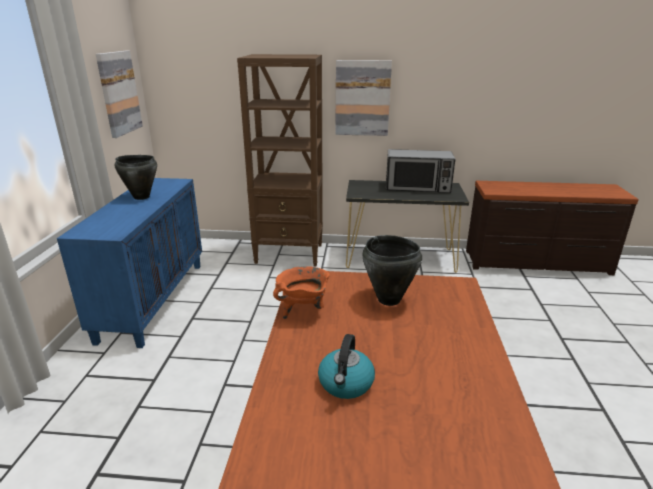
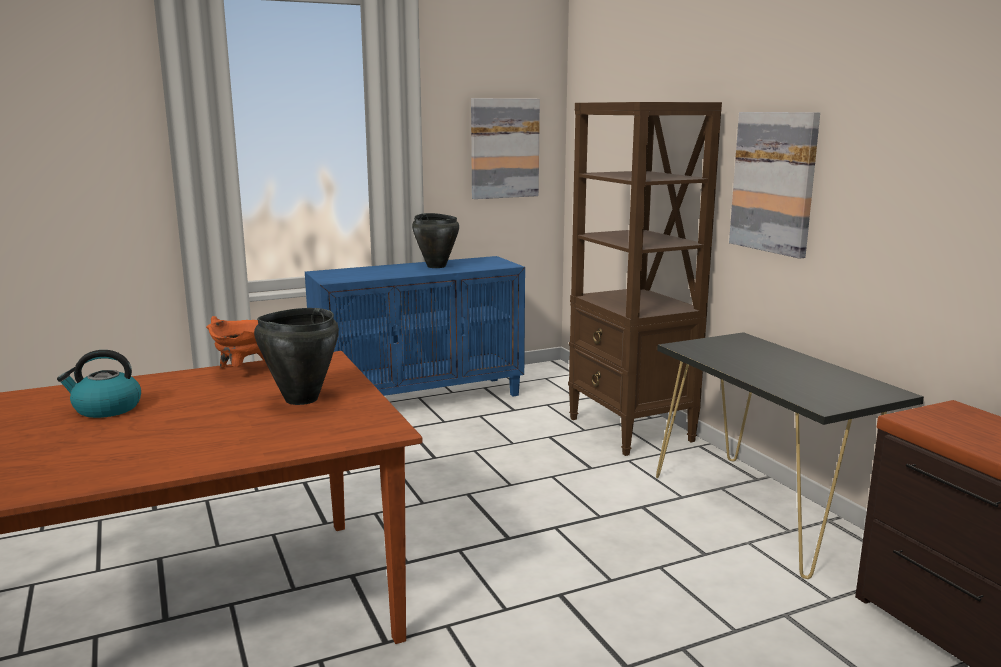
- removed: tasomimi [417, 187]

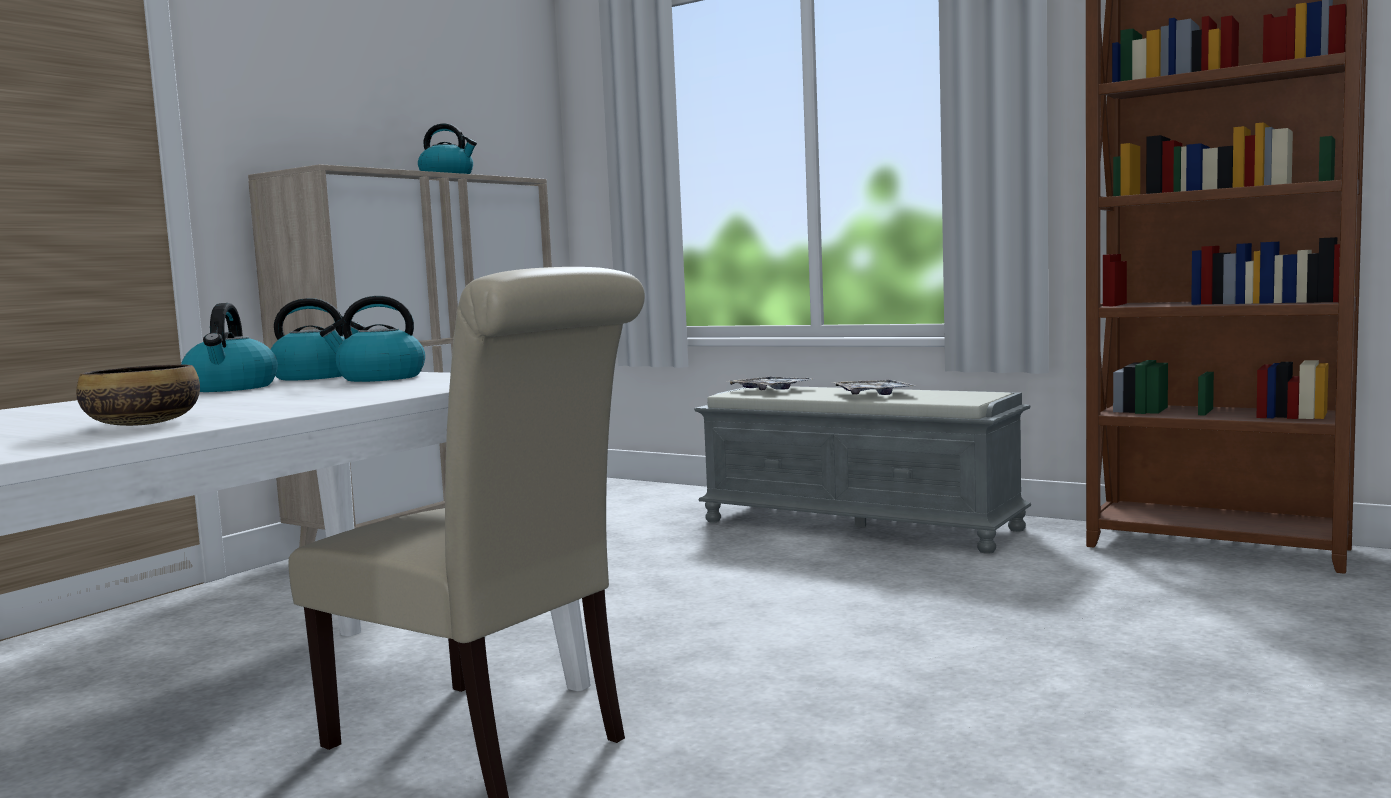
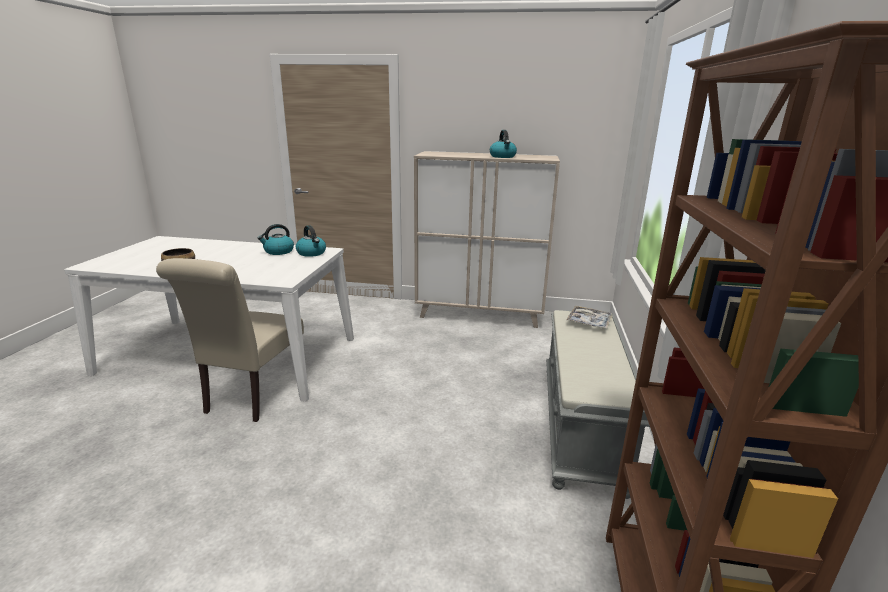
- removed: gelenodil [380, 378]
- removed: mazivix [872, 394]

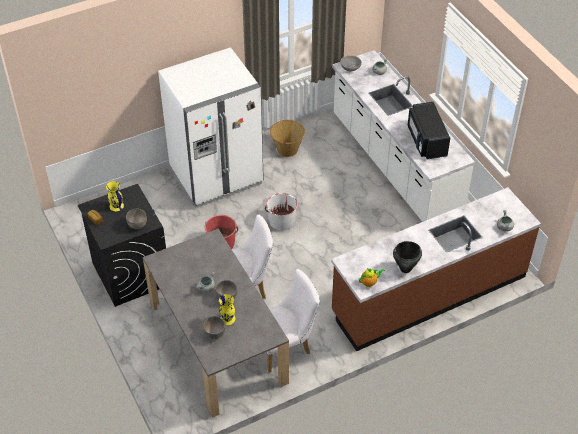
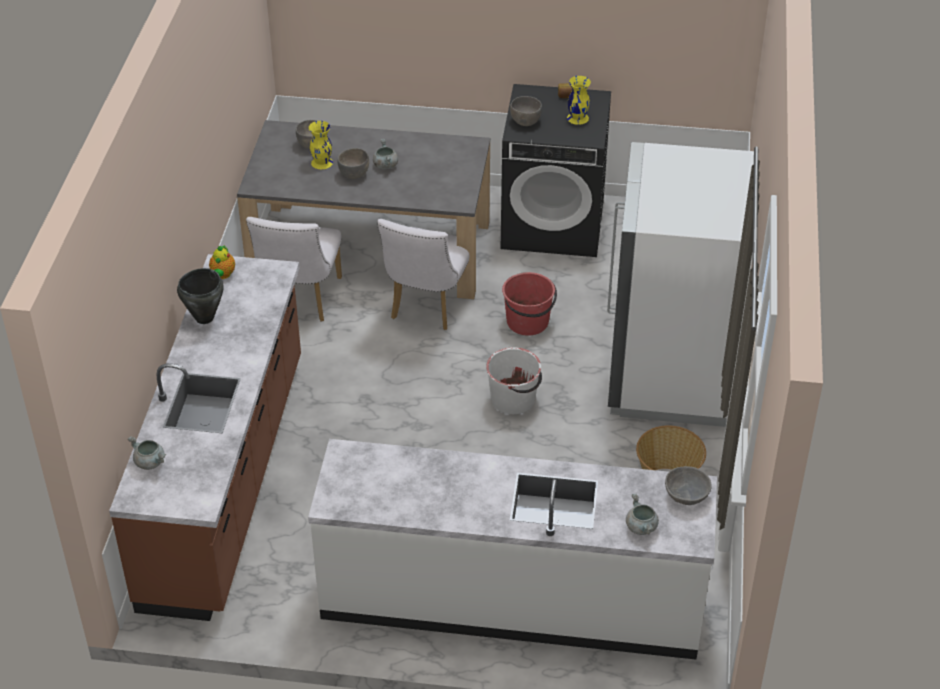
- removed: black_tasomimi [426, 141]

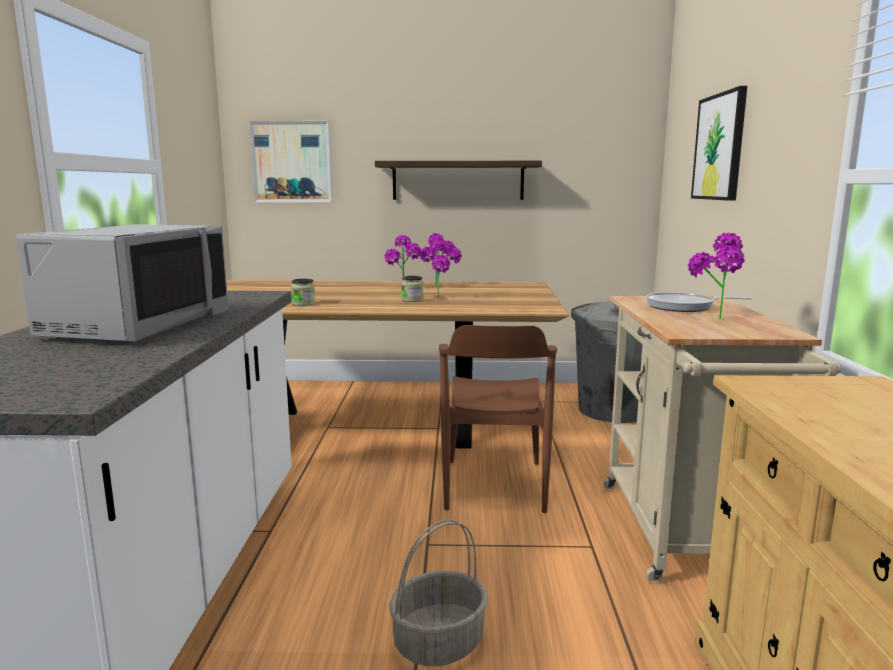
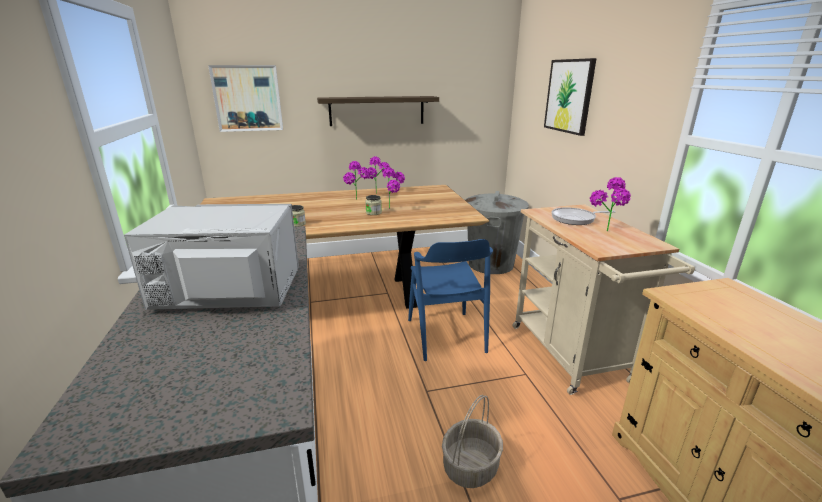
- recoloured: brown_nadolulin [494, 485] to blue_nadolulin [446, 335]
- turned: grey_tasomimi [137, 326] = [228, 291] 90 degrees counterclockwise

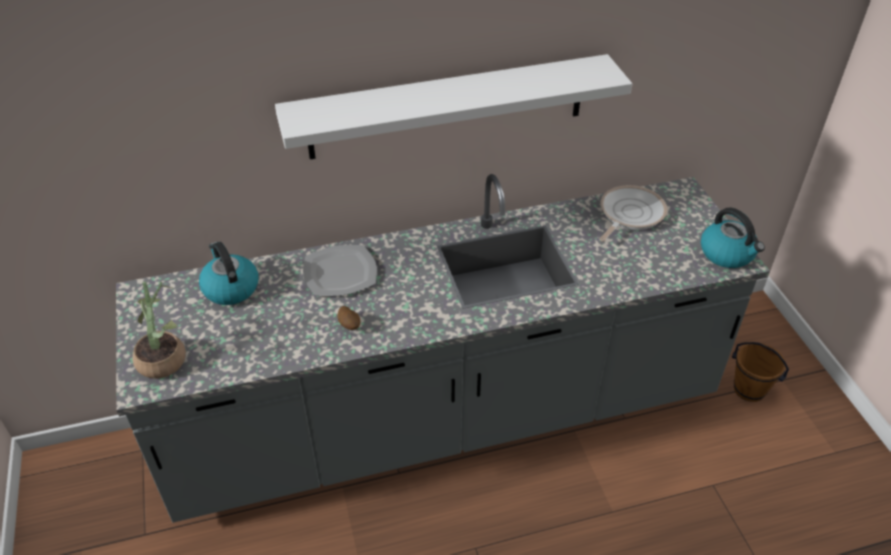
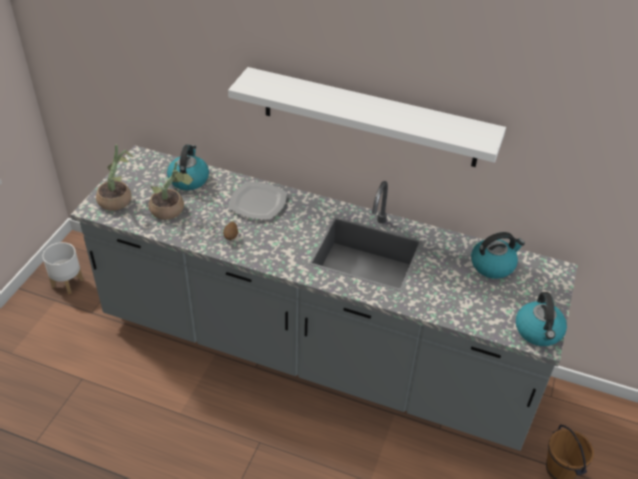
- added: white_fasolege [68, 282]
- added: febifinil [171, 210]
- replaced: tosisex [629, 214] to gelenodil [493, 265]

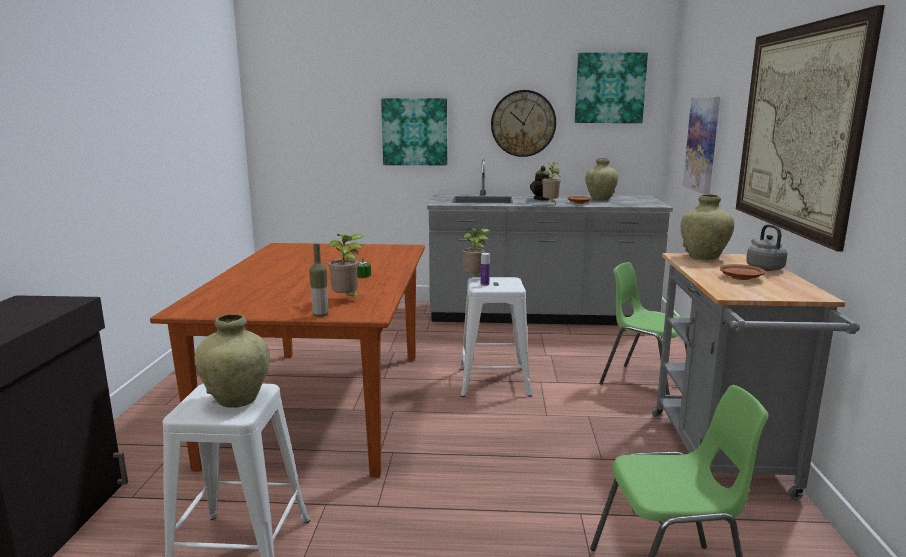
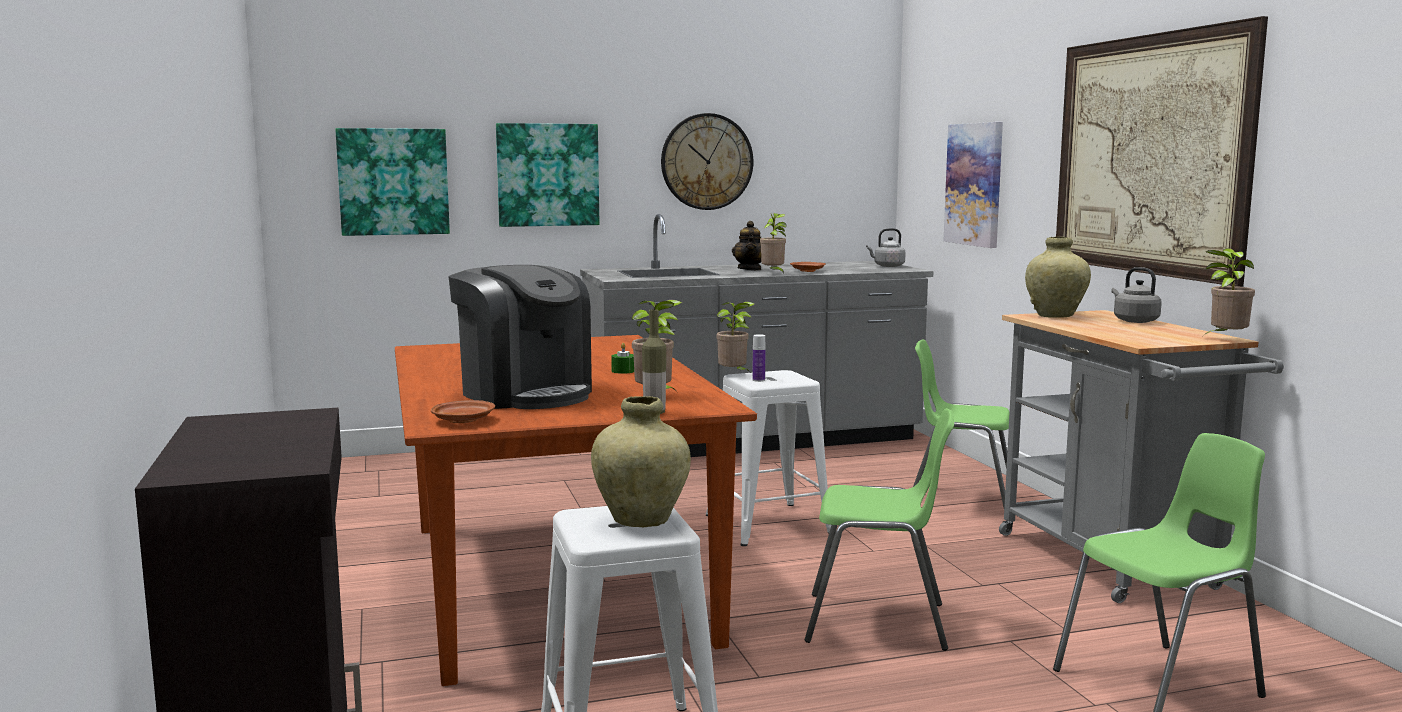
- removed: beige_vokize [600, 199]
- added: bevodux [525, 394]
- added: green_nadolulin [878, 623]
- added: grey_gelenodil [887, 266]
- added: febifinil [1225, 340]
- moved: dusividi [610, 88] to [393, 182]
- moved: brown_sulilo [741, 278] to [463, 420]

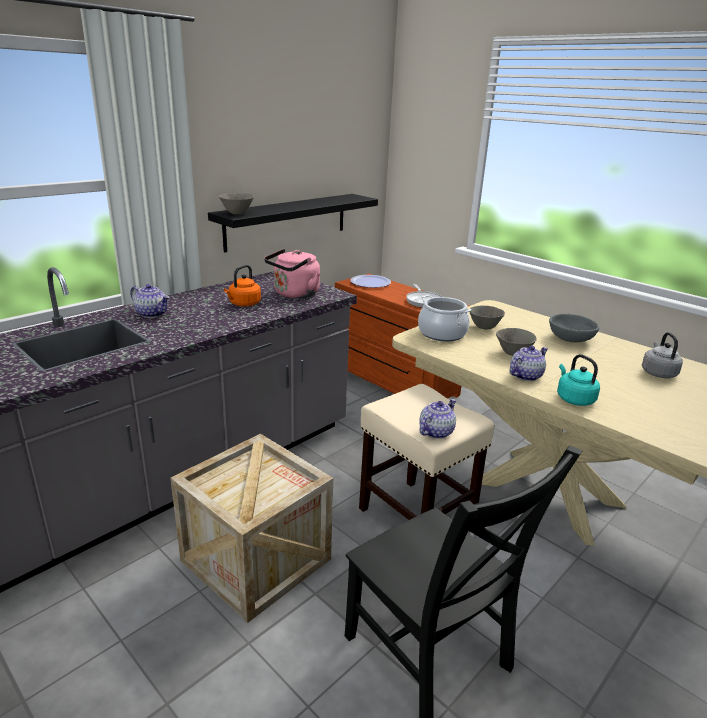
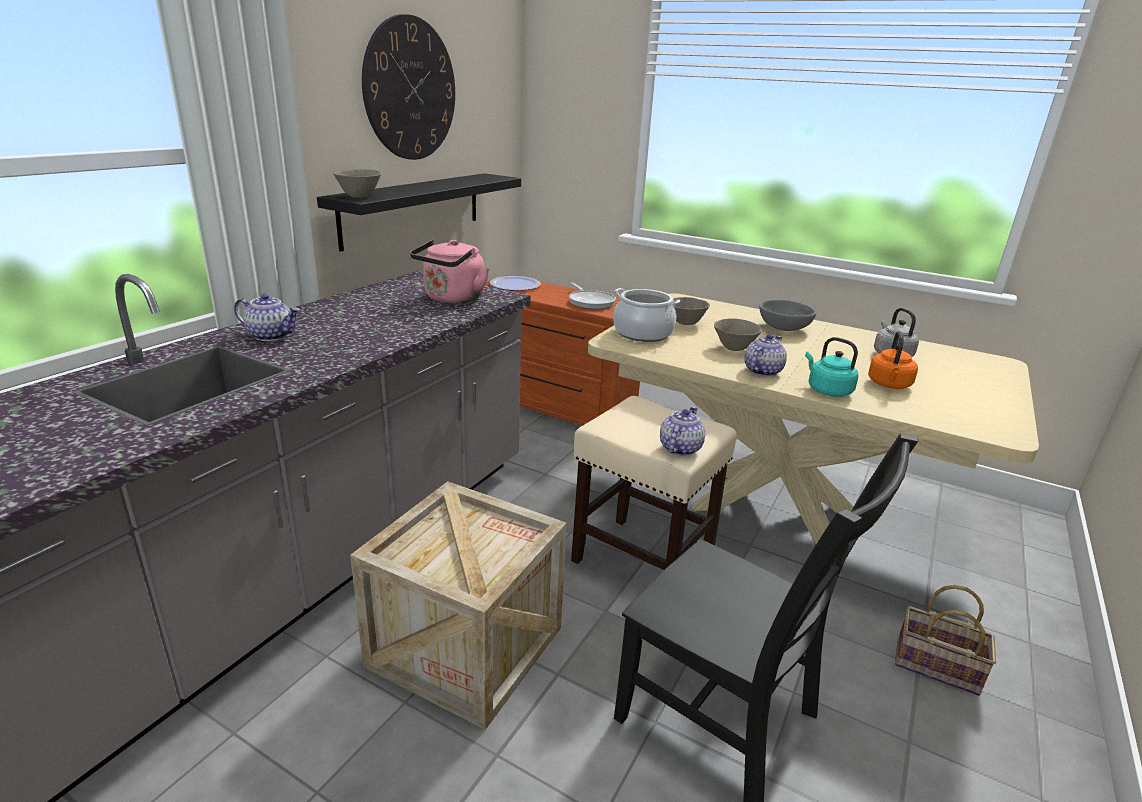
- added: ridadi [410, 89]
- added: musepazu [934, 667]
- moved: orange_gelenodil [243, 304] to [889, 385]

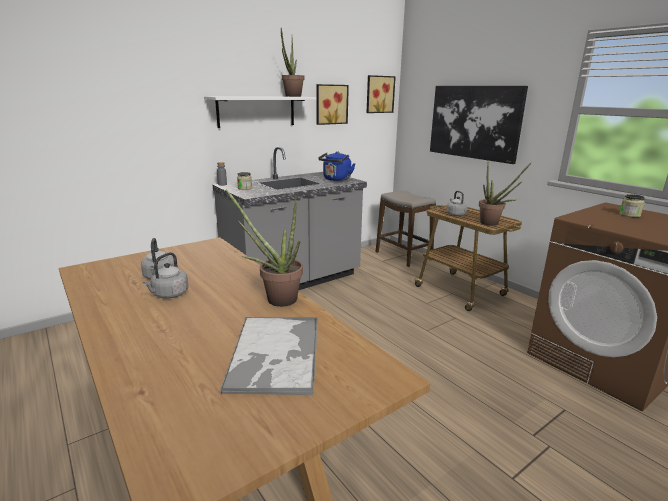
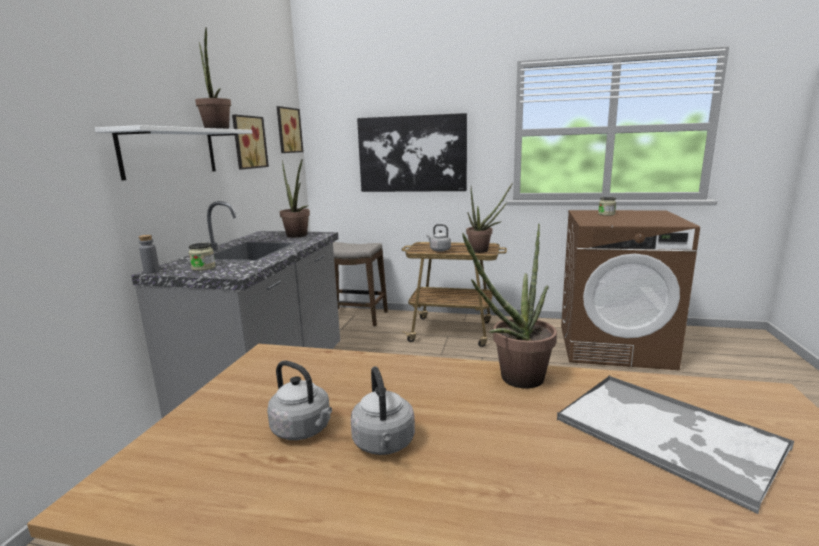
- replaced: blue_gelenodil [336, 179] to febifinil [298, 236]

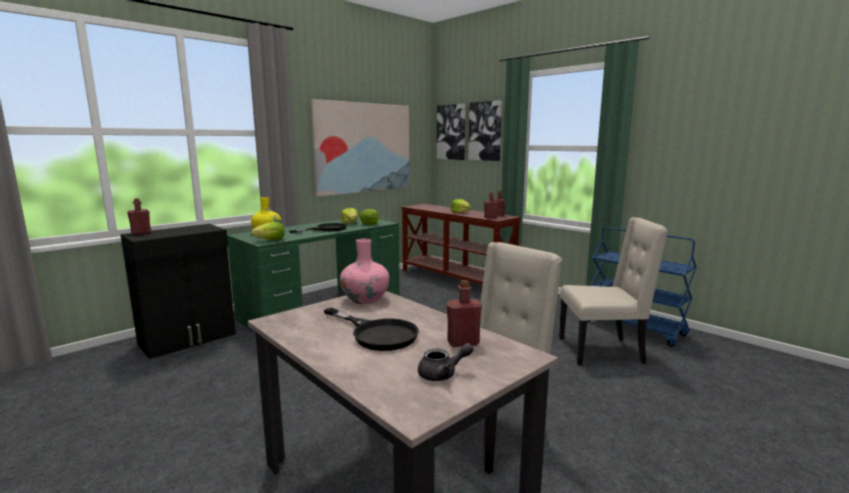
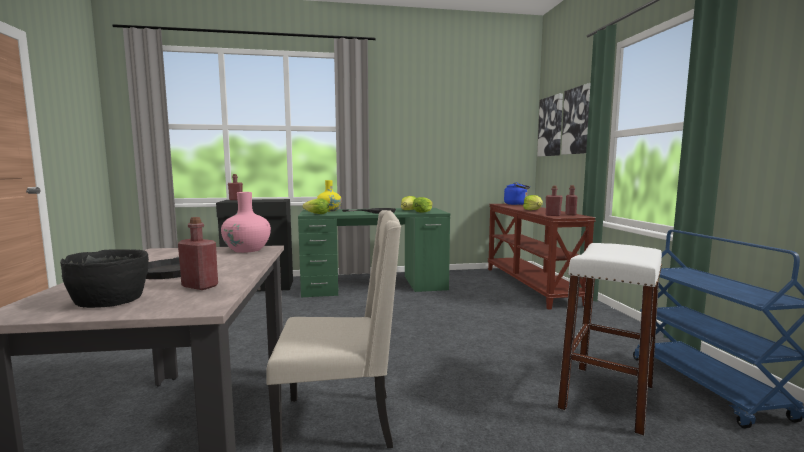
- removed: dusividi [364, 148]
- added: blue_gelenodil [517, 204]
- replaced: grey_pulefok [443, 374] to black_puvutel [111, 299]
- replaced: beige_nadolulin [602, 351] to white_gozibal [607, 397]

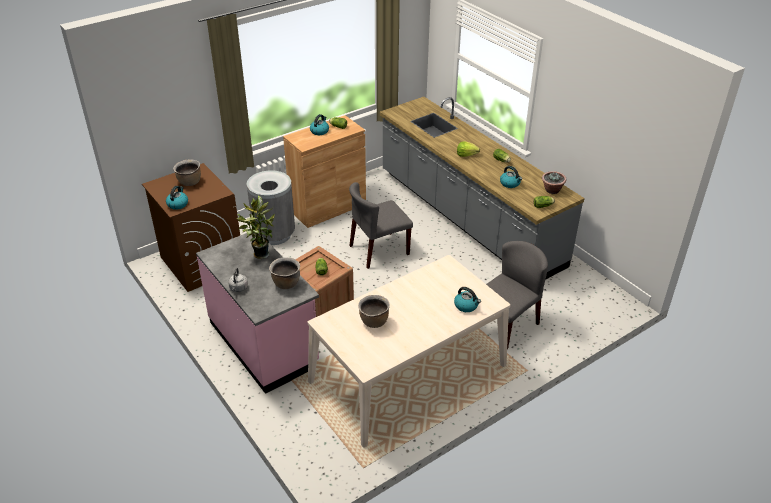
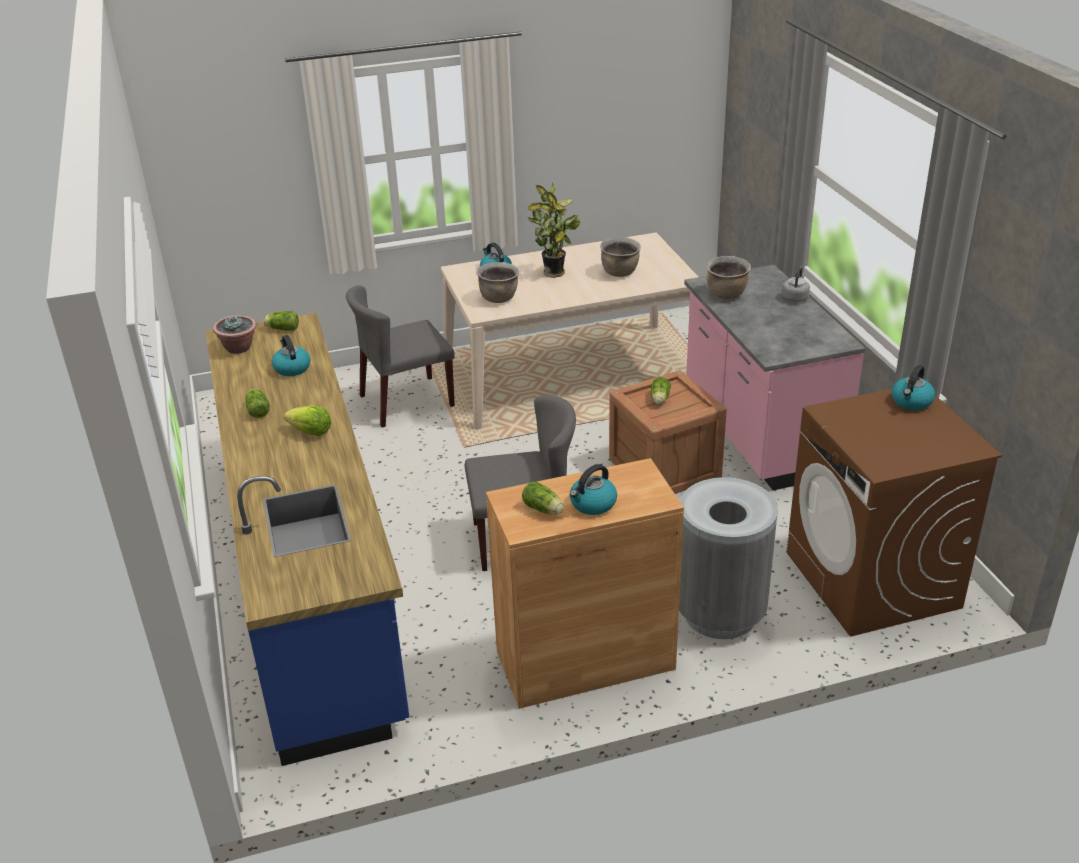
- moved: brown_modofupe [189, 182] to [499, 298]
- moved: febifinil [260, 254] to [555, 274]
- recoloured: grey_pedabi [468, 218] to blue_pedabi [312, 573]

